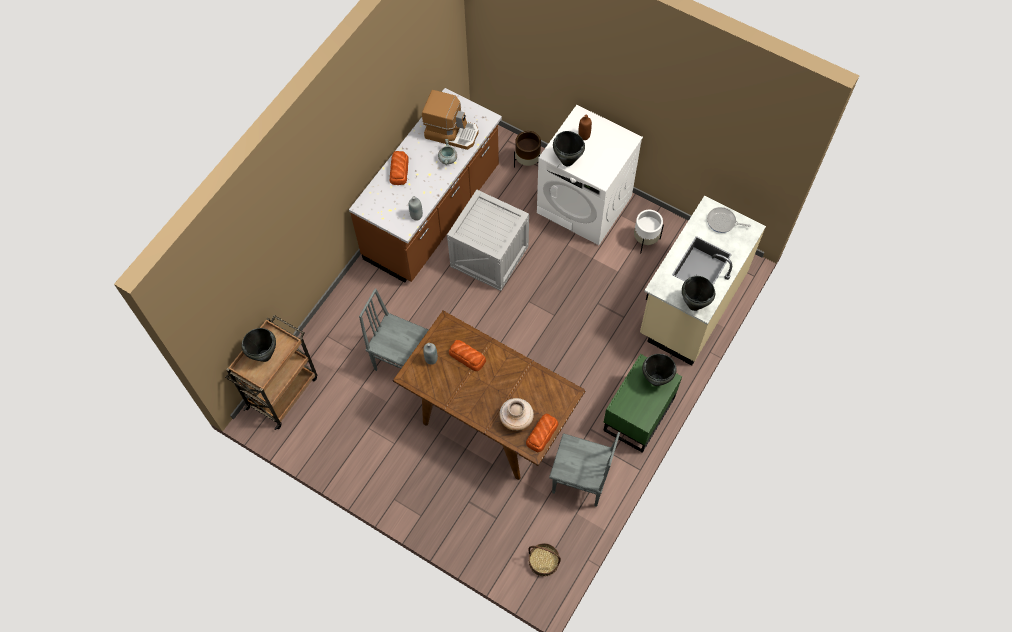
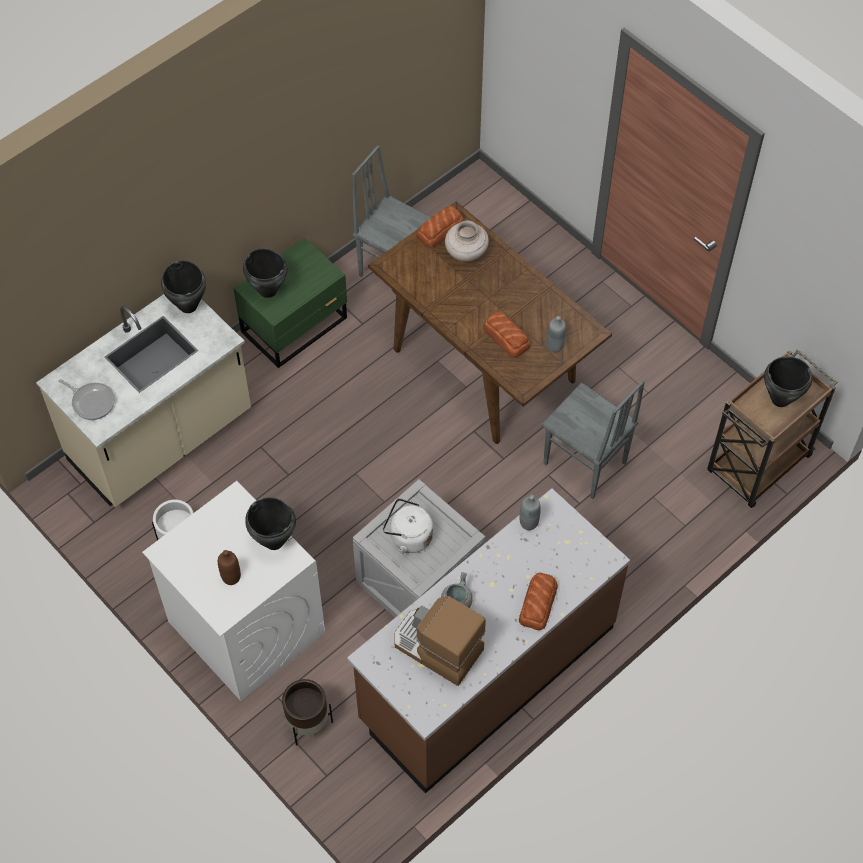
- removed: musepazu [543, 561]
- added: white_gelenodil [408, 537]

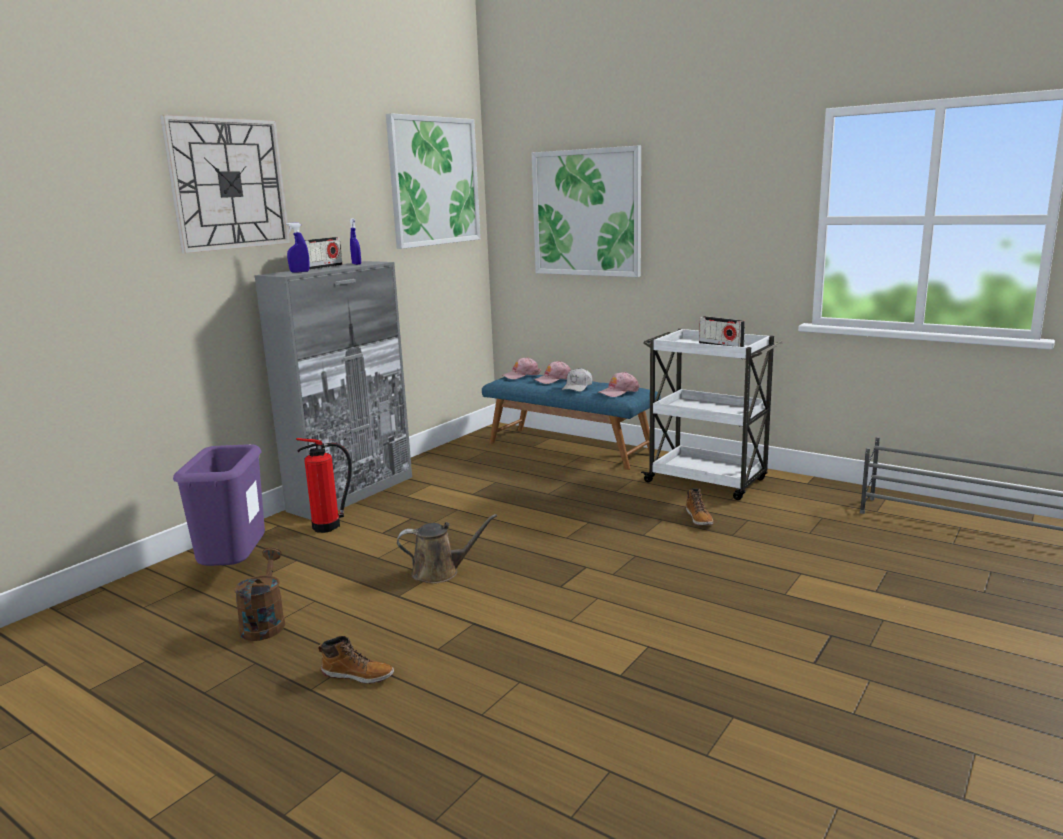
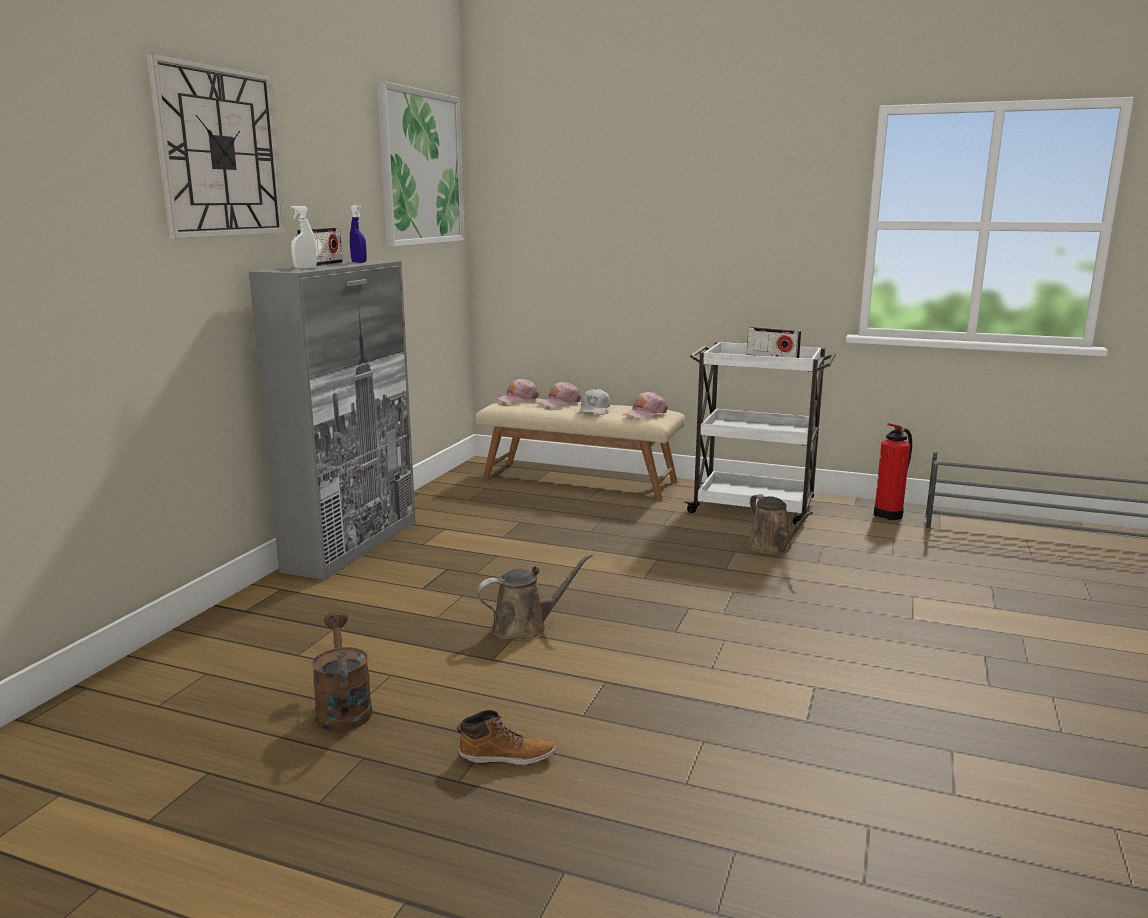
- removed: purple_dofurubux [234, 570]
- removed: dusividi [586, 213]
- moved: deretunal [329, 526] to [890, 514]
- replaced: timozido [699, 518] to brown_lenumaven [772, 547]
- recoloured: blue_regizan [300, 272] to white_regizan [305, 268]
- recoloured: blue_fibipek [570, 447] to beige_fibipek [580, 480]

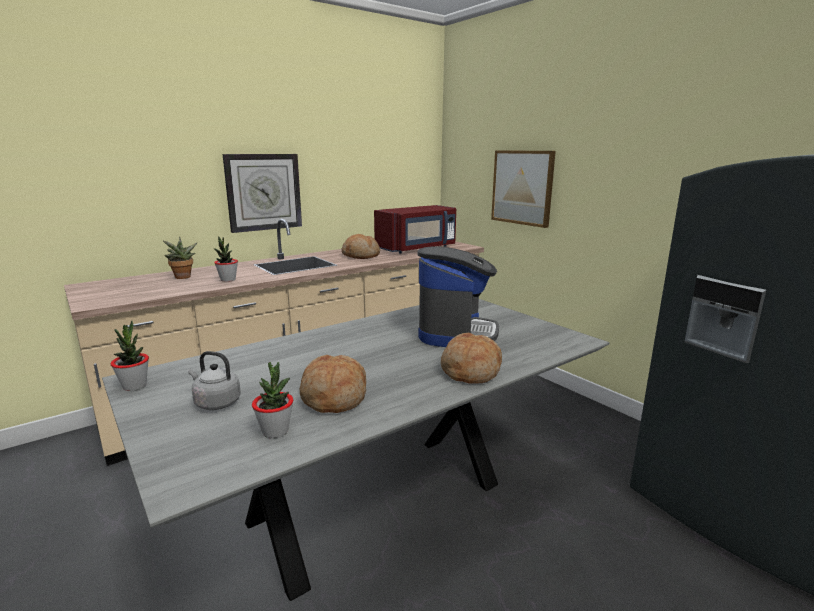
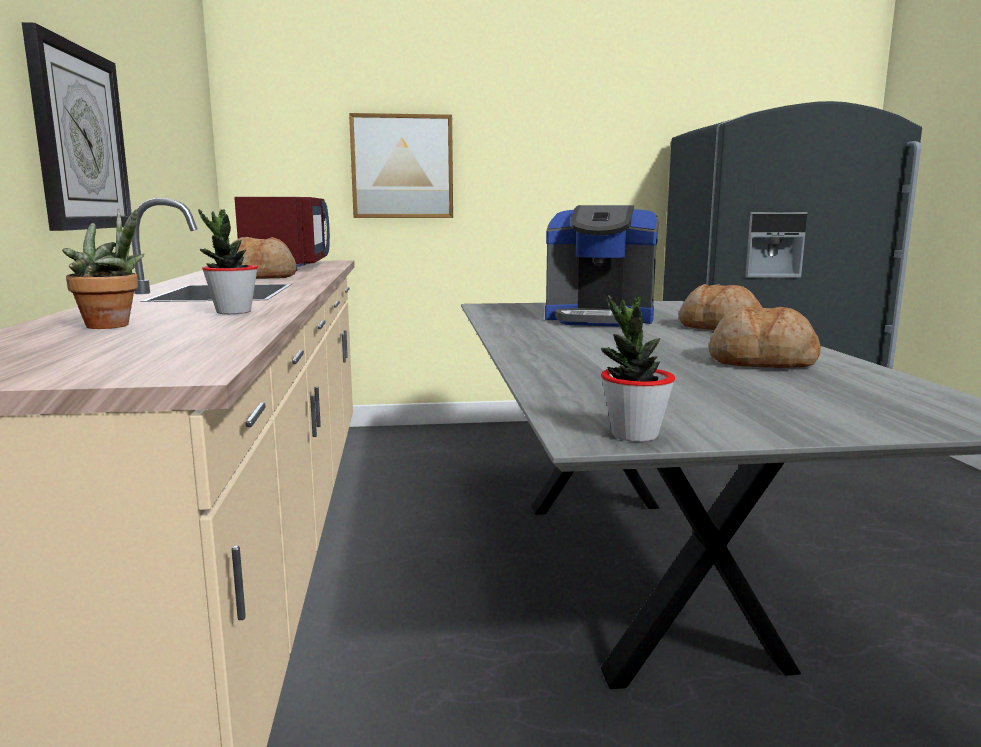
- removed: grey_gelenodil [216, 403]
- removed: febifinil [275, 431]
- turned: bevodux [456, 333] = [599, 319] 150 degrees clockwise

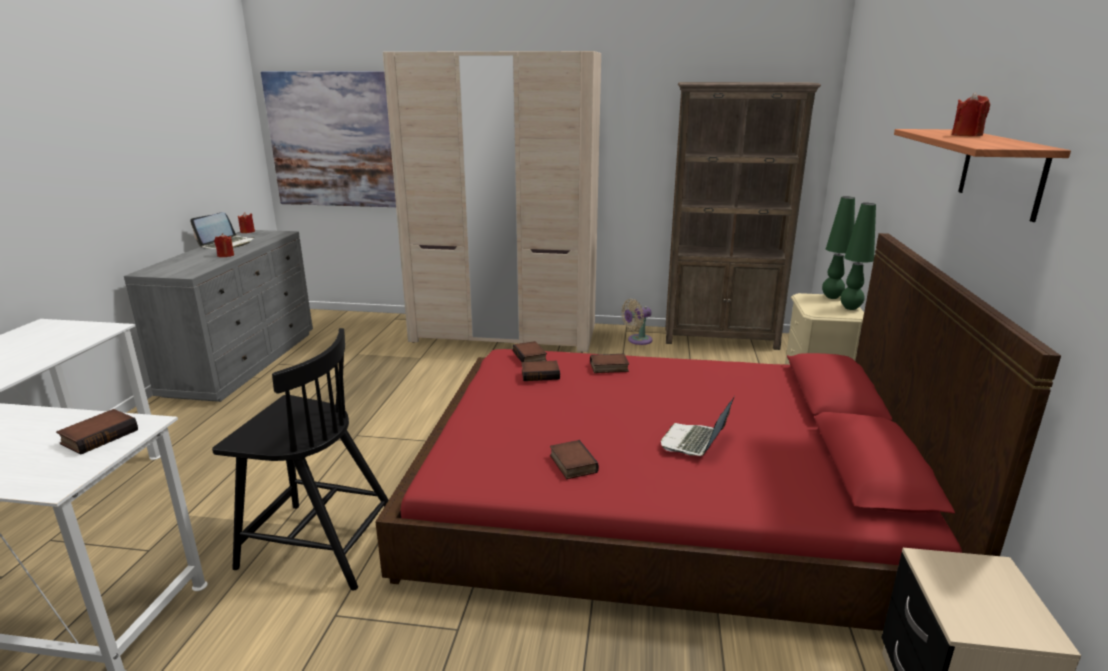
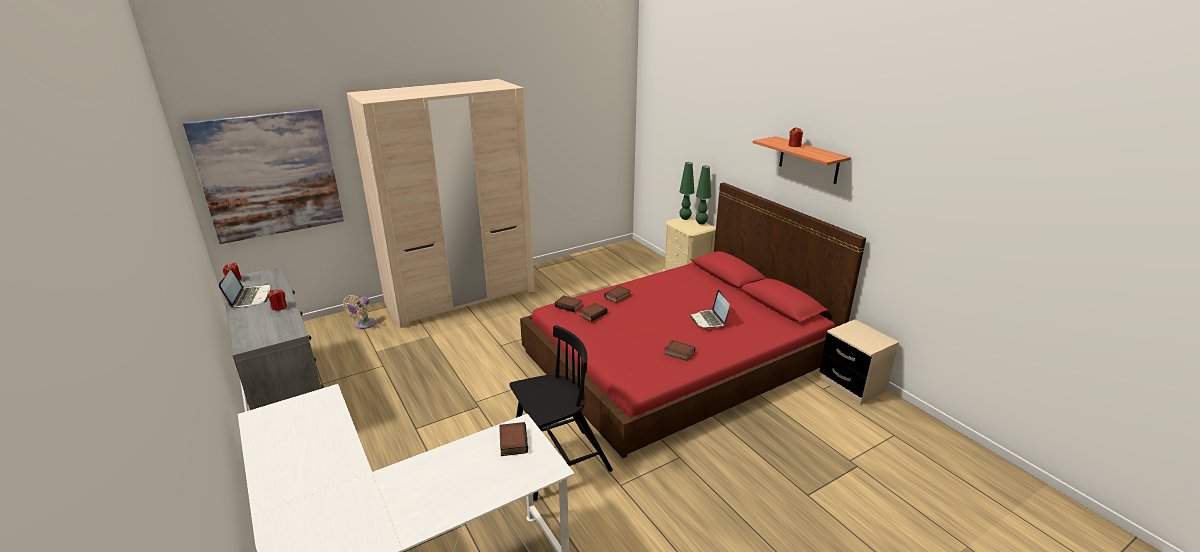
- removed: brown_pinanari [721, 338]
- moved: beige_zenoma [637, 340] to [363, 325]

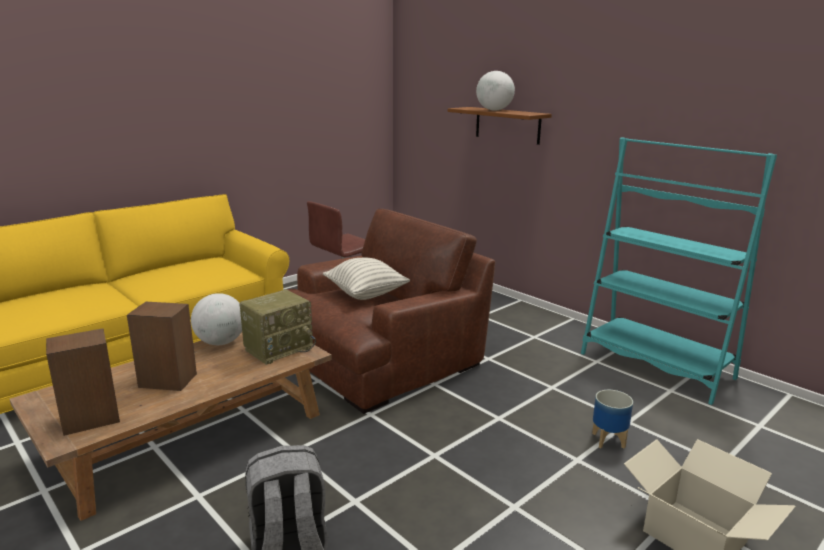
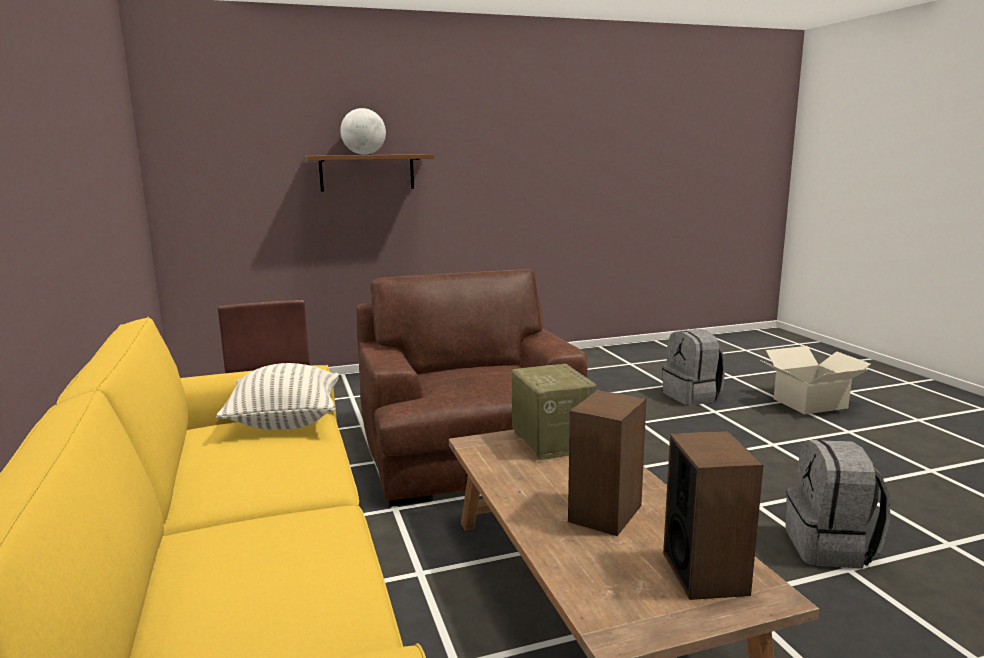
- removed: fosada [220, 342]
- removed: turquoise_pinanari [656, 366]
- moved: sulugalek [366, 294] to [285, 422]
- replaced: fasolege [608, 441] to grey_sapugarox [692, 396]

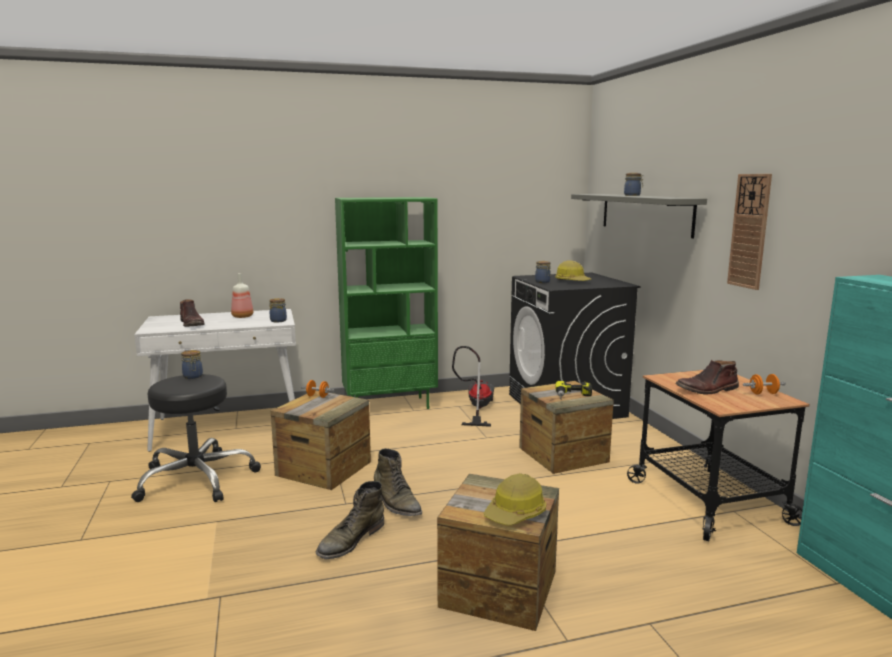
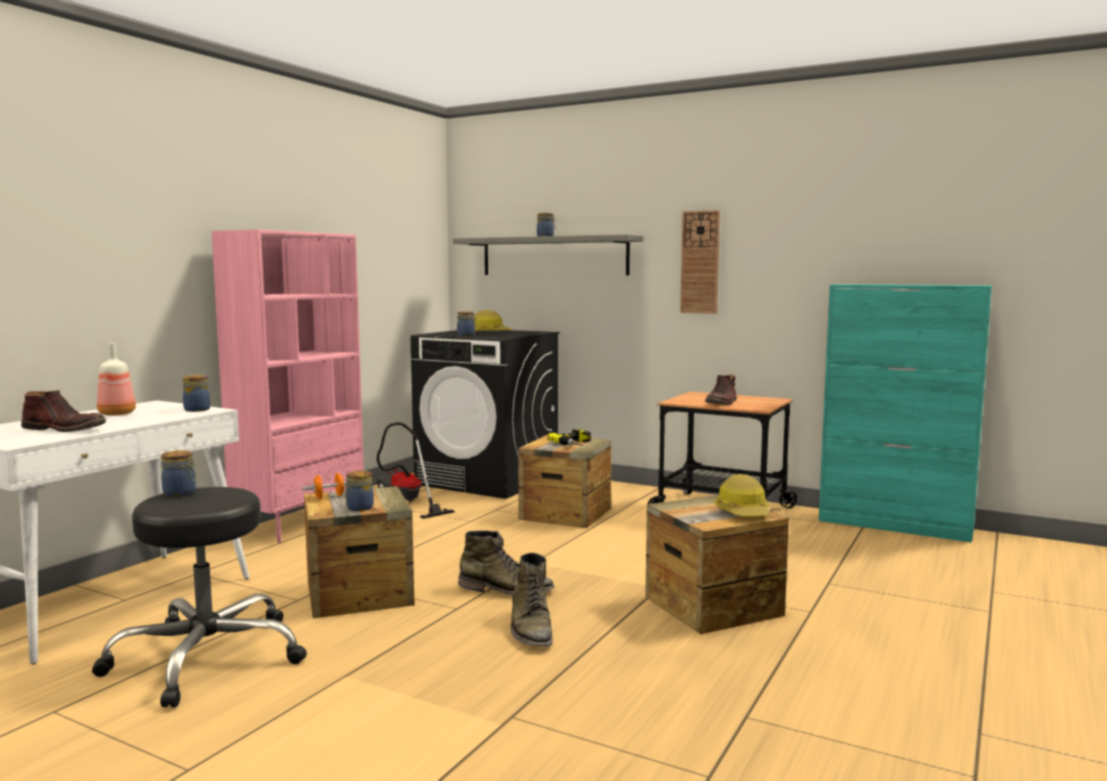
- removed: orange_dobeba [763, 393]
- added: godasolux [359, 508]
- recoloured: green_pinanari [390, 406] to pink_pinanari [300, 524]

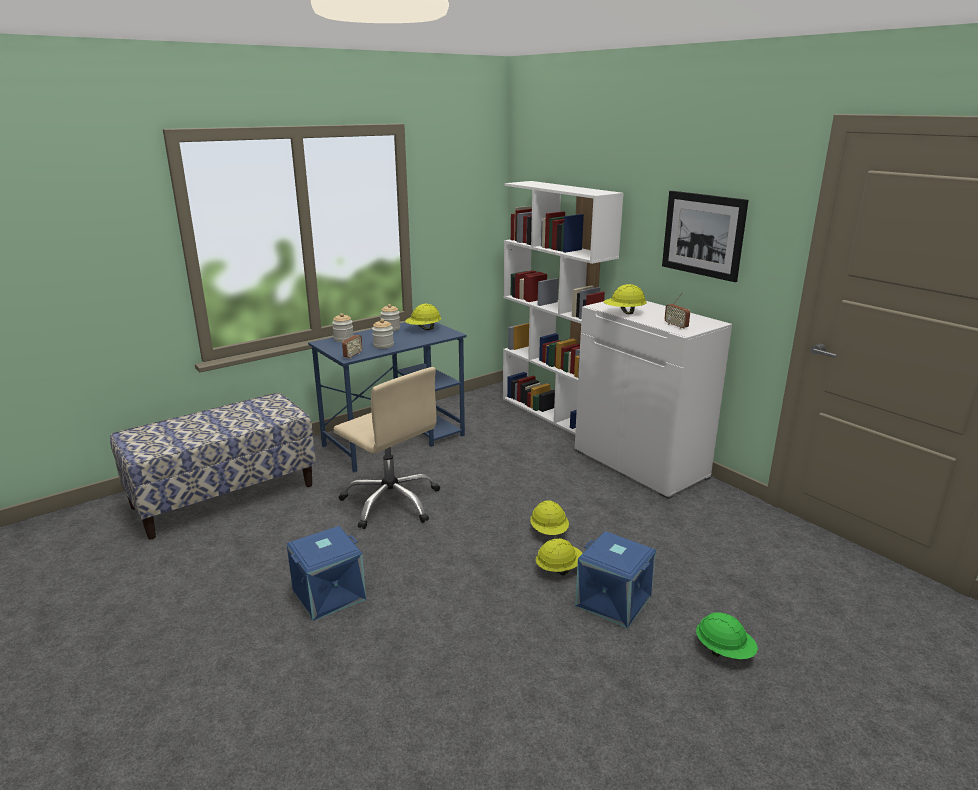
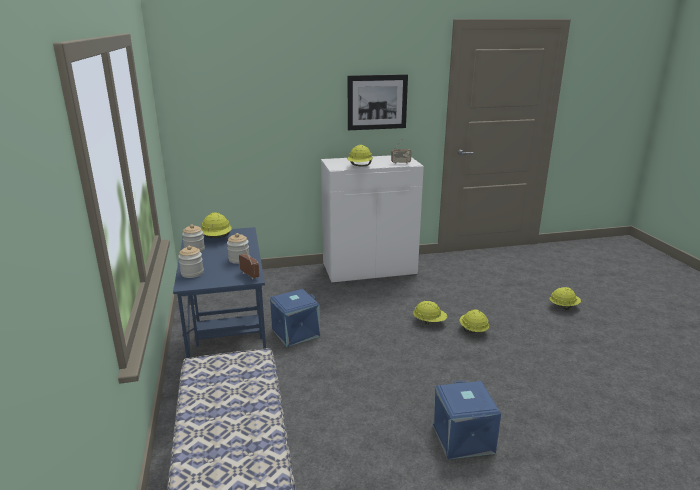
- removed: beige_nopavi [391, 502]
- removed: white_pinanari [553, 413]
- moved: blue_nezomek [614, 600] to [295, 332]
- recoloured: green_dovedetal [724, 651] to yellow_dovedetal [563, 306]

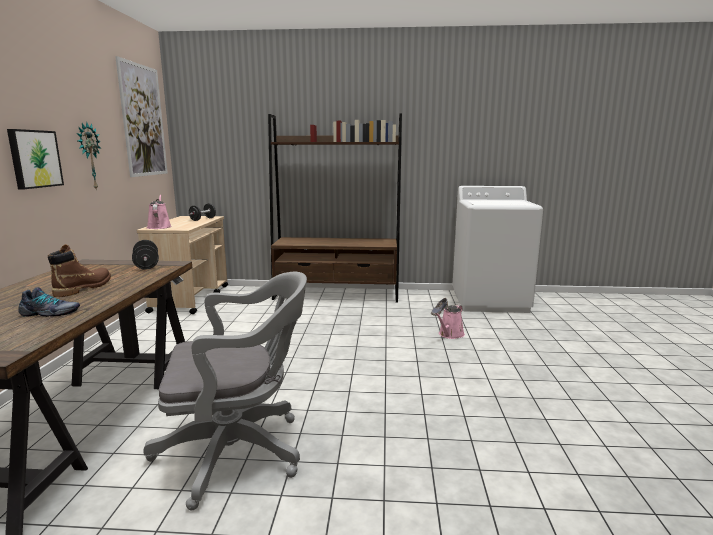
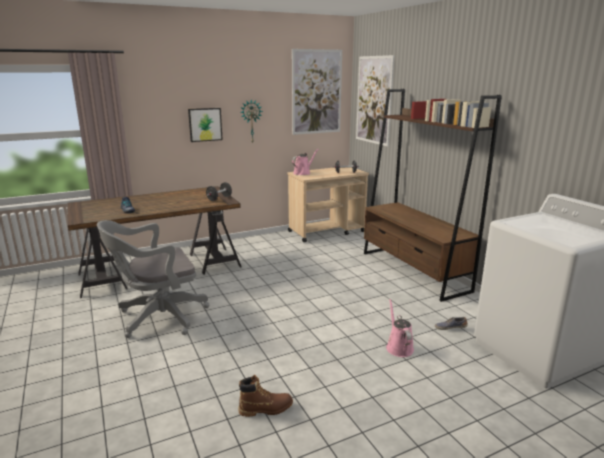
- added: dusividi [374, 100]
- moved: brown_timozido [84, 288] to [266, 409]
- turned: grey_nopavi [239, 451] = [158, 317] 105 degrees clockwise
- turned: pink_lenumaven [450, 335] = [398, 347] 75 degrees clockwise

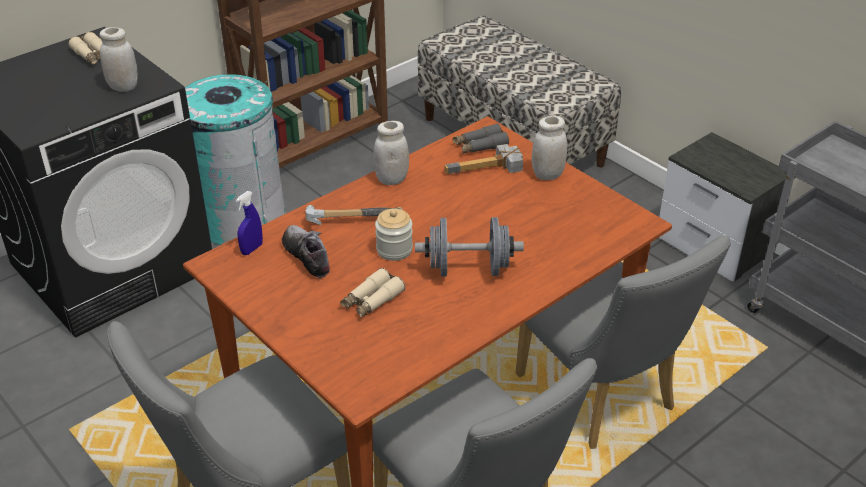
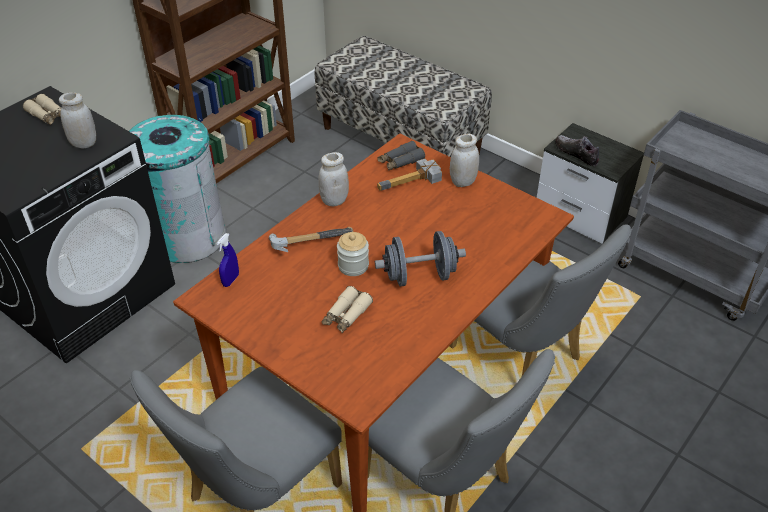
- moved: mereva [307, 256] to [576, 154]

